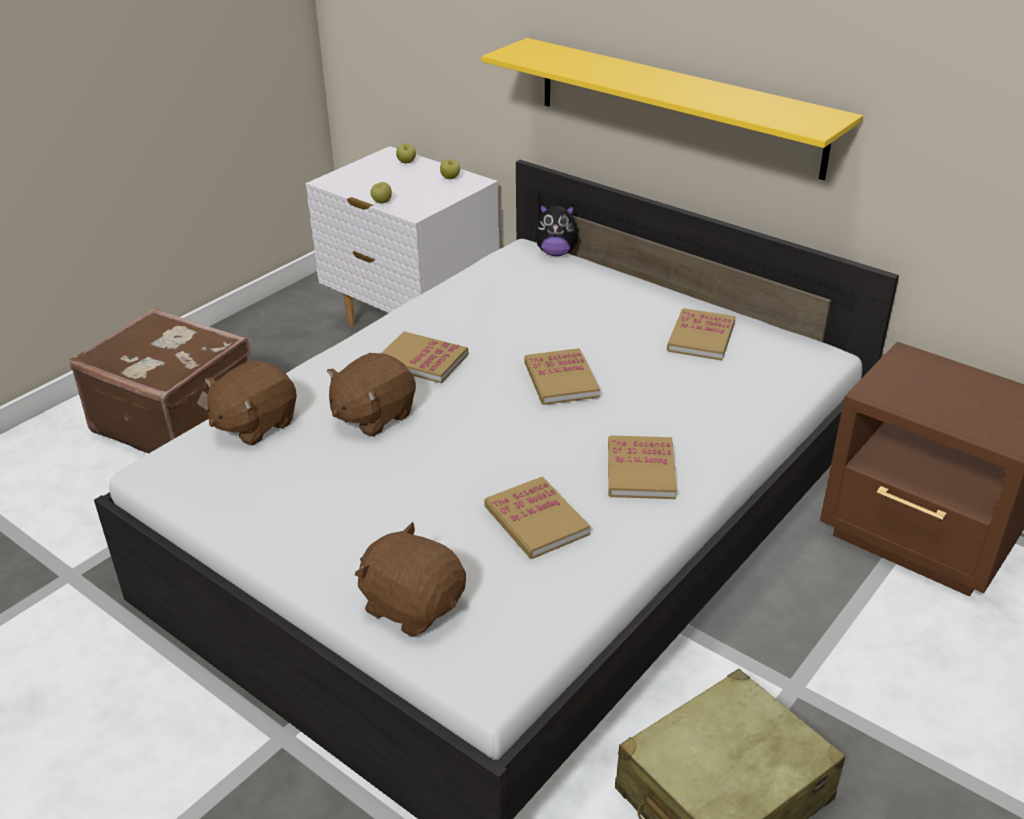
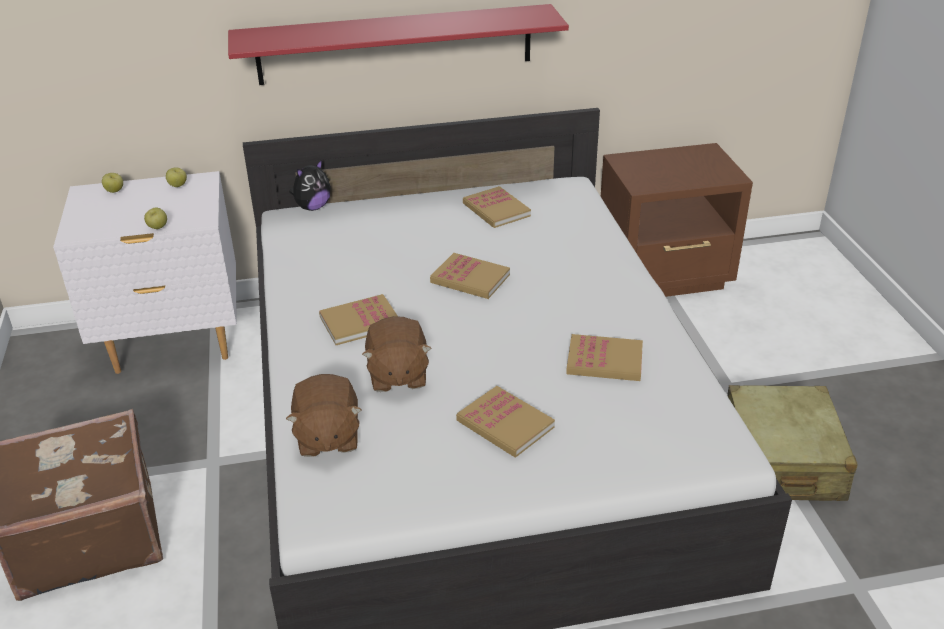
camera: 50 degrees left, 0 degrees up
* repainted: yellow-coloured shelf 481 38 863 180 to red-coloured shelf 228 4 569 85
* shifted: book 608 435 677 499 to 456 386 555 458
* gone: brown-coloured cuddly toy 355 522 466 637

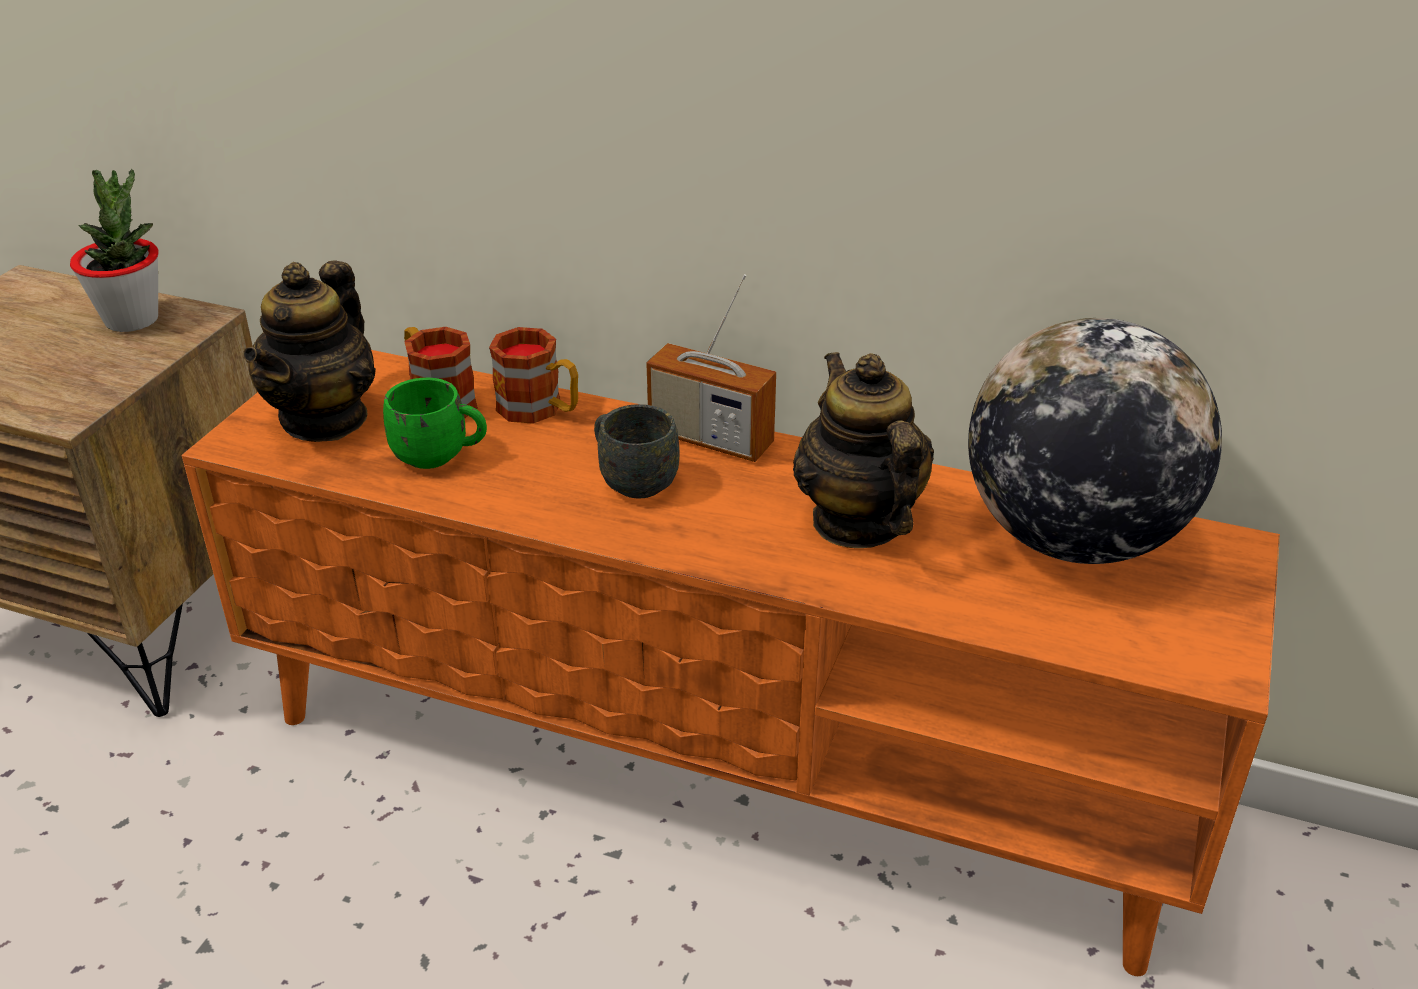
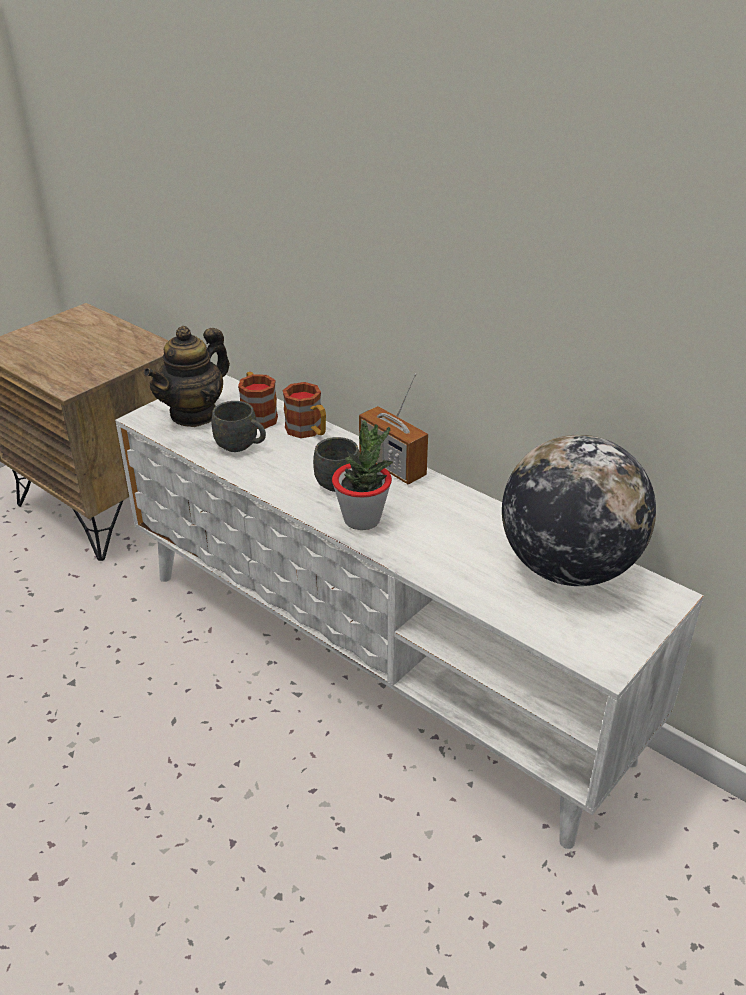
camera: 20 degrees right, 0 degrees up
* shifted: houseplant 70 169 159 332 to 332 420 393 530
* repainted: orange-coloured tv stand 181 350 1280 976 to whitish tv stand 115 375 704 849
* gone: tea pot 793 352 934 548
* repainted: greenish coffee mug 383 378 487 469 to grey coffee mug 212 401 266 452

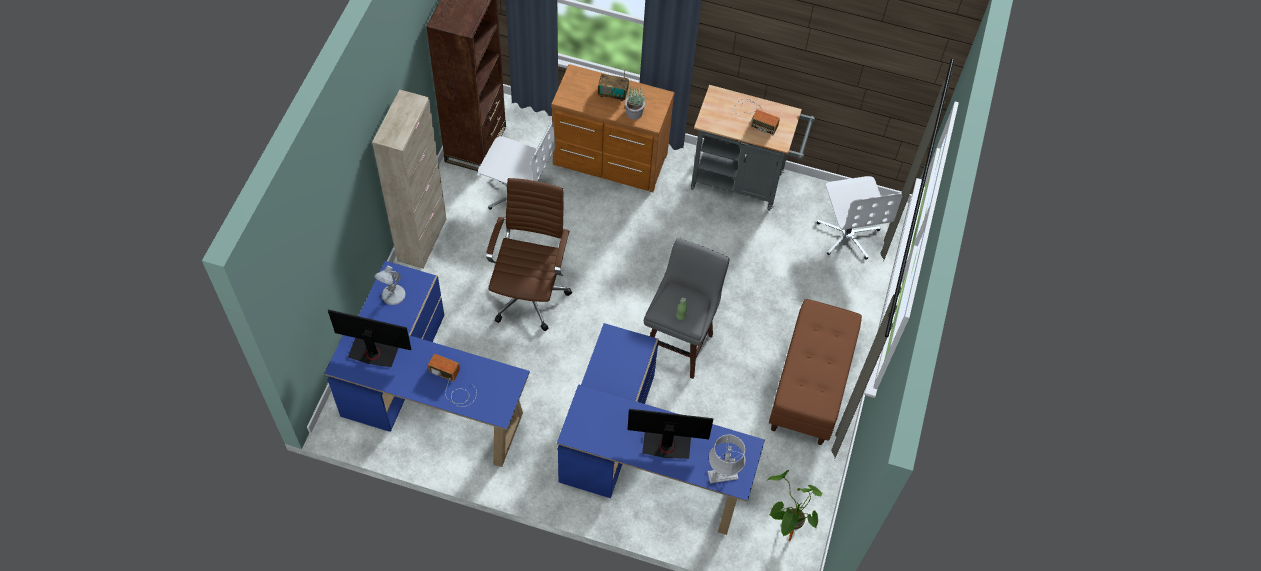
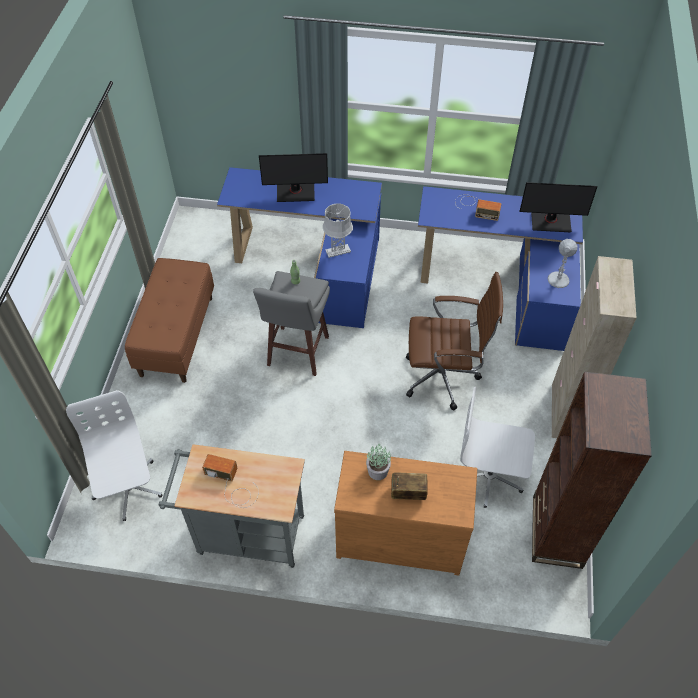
camera: 175 degrees right, 5 degrees down
* rotated: brown-coloured office chair 486 178 572 331 = 406 272 503 411 90 degrees counterclockwise
* shifted: grey tabletop lamp 708 434 746 483 to 323 203 353 258
* gone: houseplant 768 470 822 541

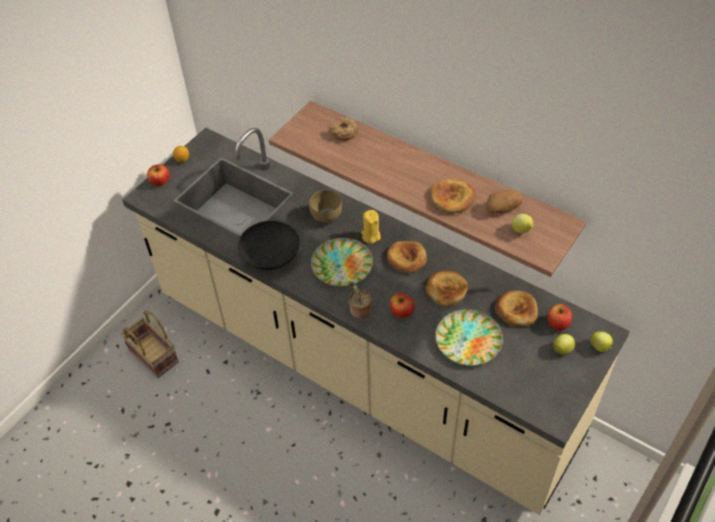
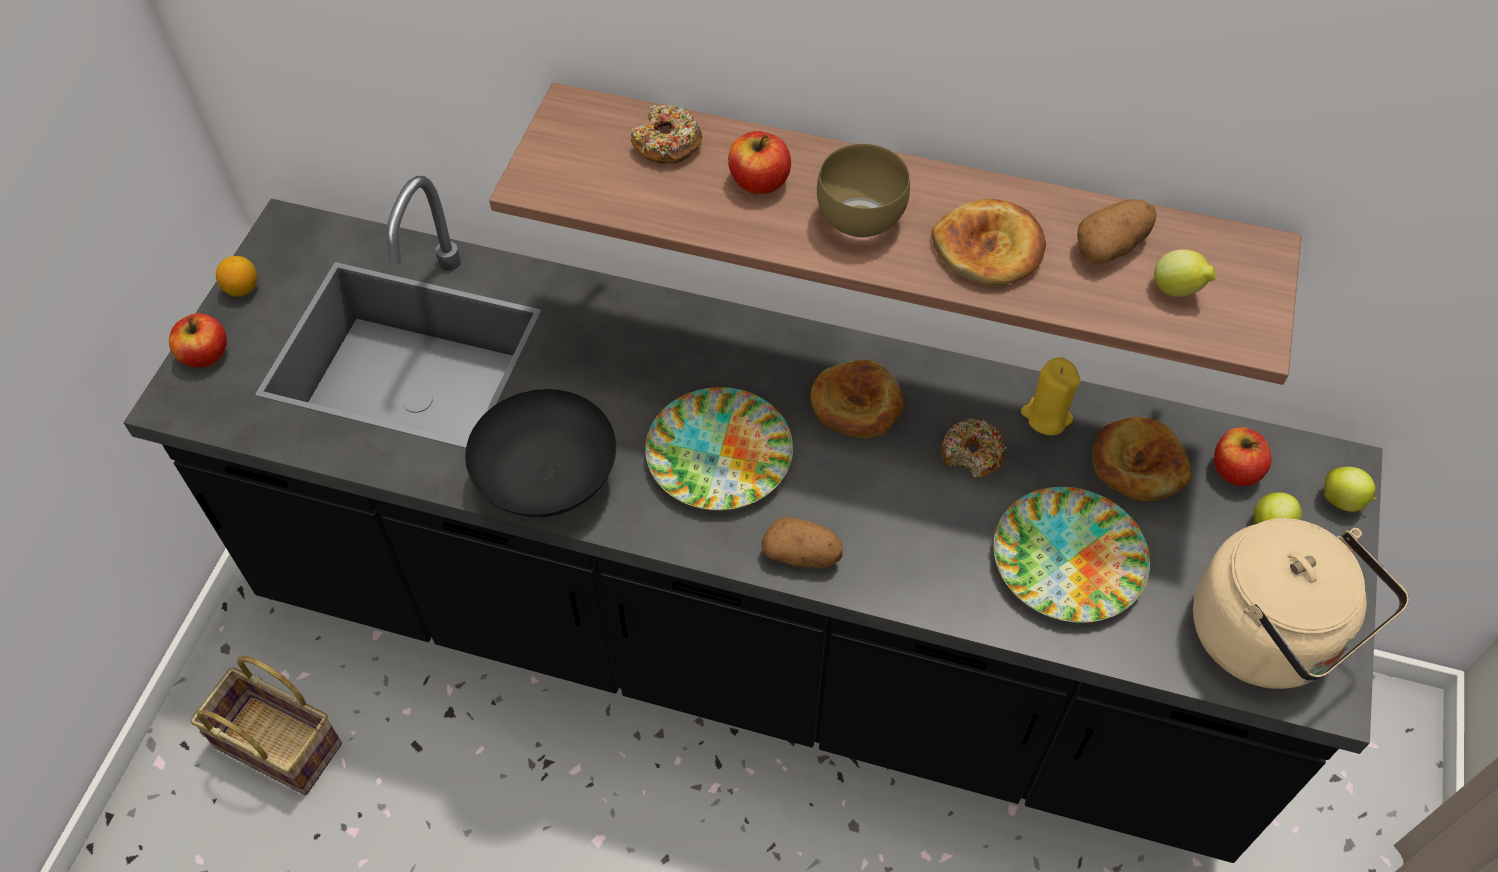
camera: 20 degrees left, 5 degrees up
* repainted: sand-coloured counter 122 128 630 515 to black counter 123 176 1383 863
* shifted: brown-coloured serving bowl 309 190 342 223 to 817 144 910 237
* shifted: yellow-coloured wax candle 361 210 381 244 to 1021 357 1081 435
* swapped: baked bread 426 270 468 307 to doughnut 941 418 1007 478
* swapped: houseplant 349 282 372 318 to spud 762 517 842 568
* shifted: apple 390 293 414 318 to 728 131 791 194
* new: sand-coloured water kettle 1193 518 1409 689

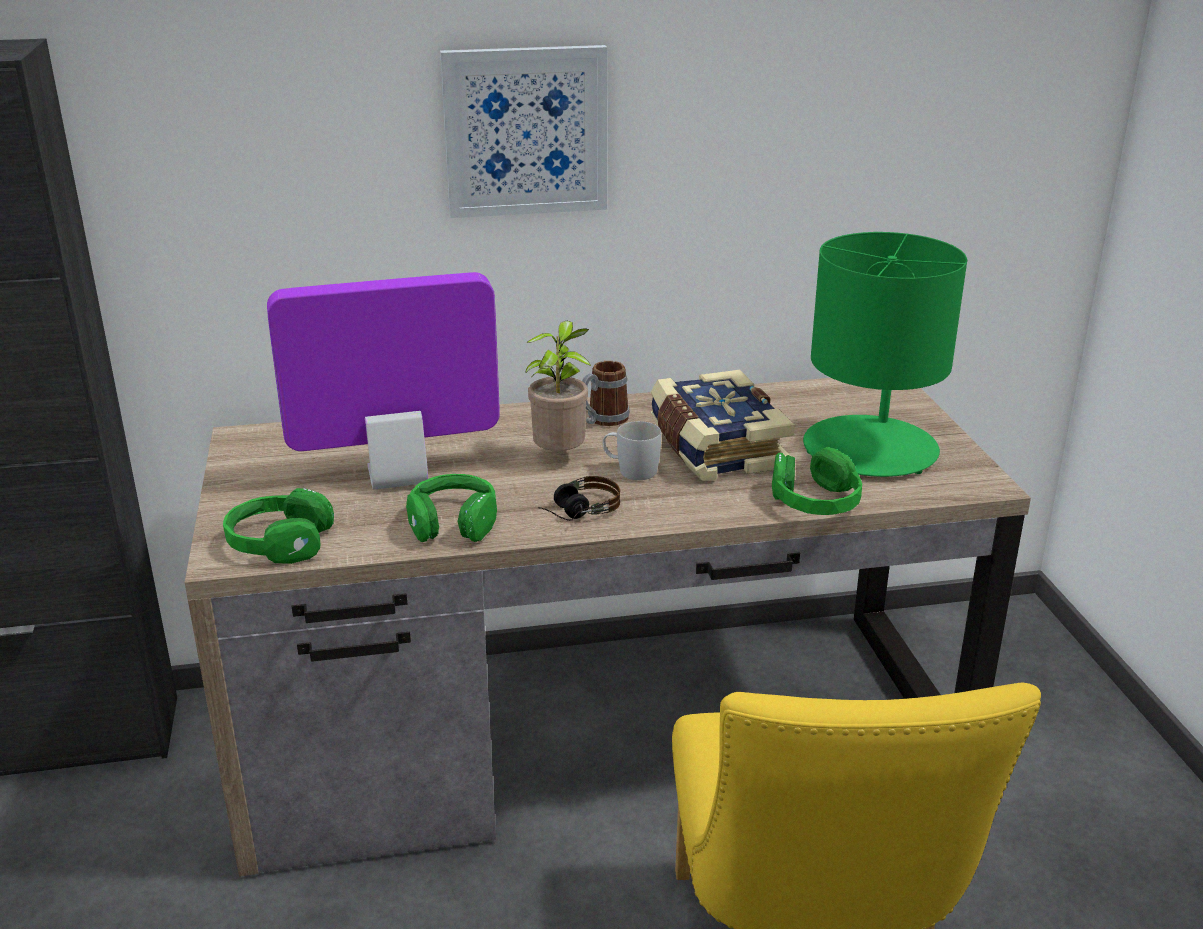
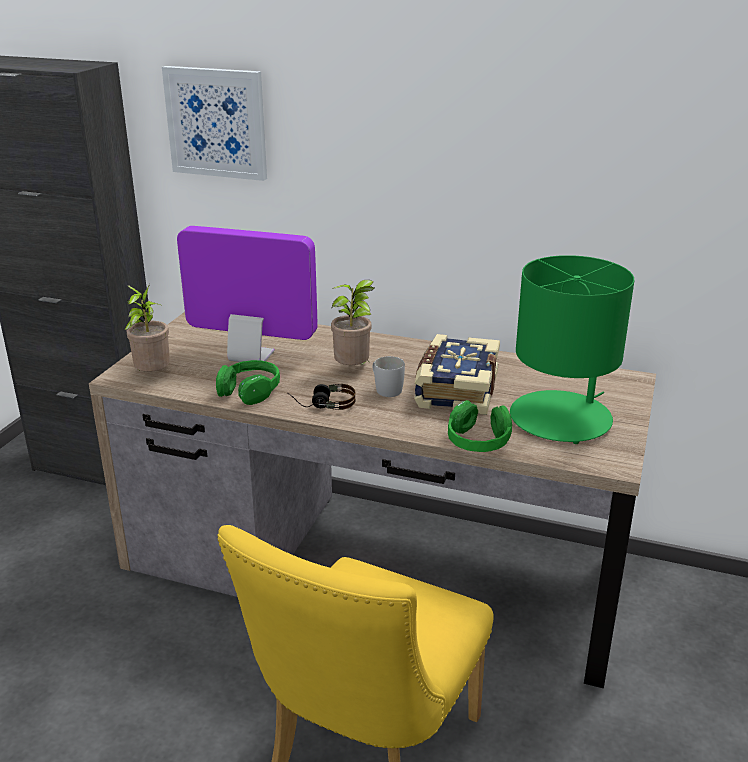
camera: 30 degrees right, 0 degrees up
* shifted: wall art 440 45 607 218 to 162 66 267 181
* gone: coffee mug 582 361 630 426
* swapped: greenish headphones 223 488 334 564 to houseplant 124 284 170 372

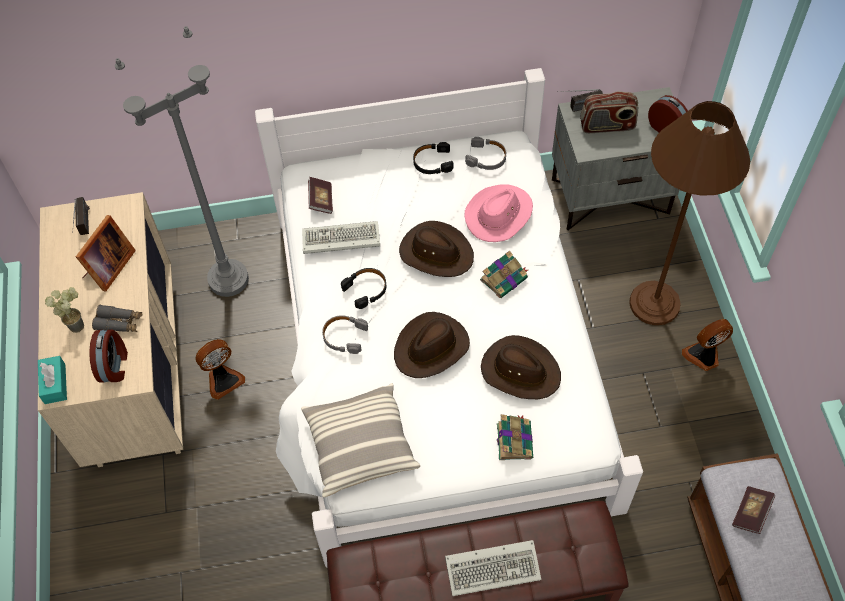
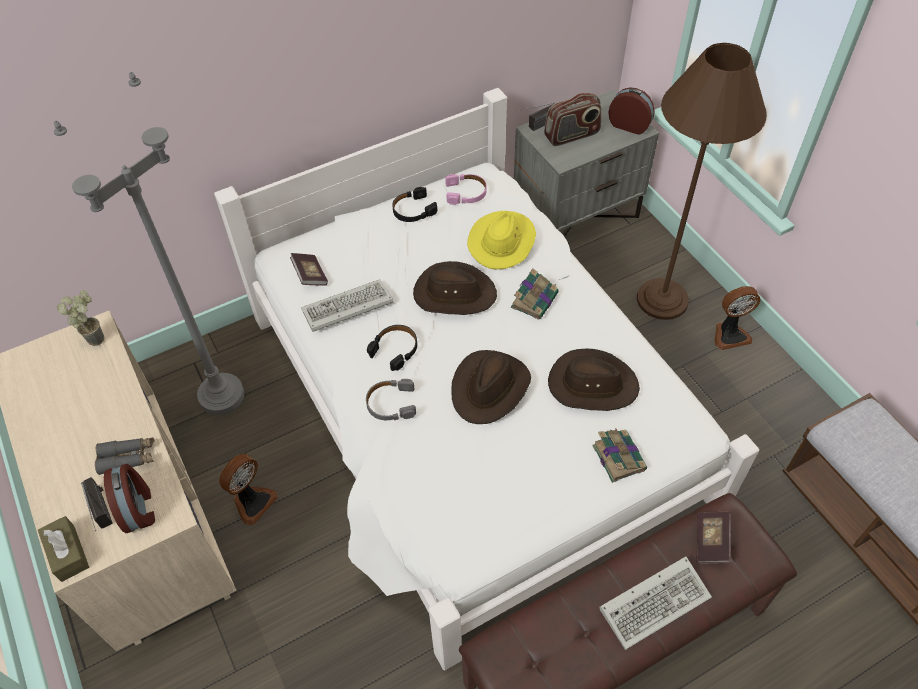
camera: 20 degrees left, 5 degrees down
* repainted: grey headphones 465 137 506 170 to pink-coloured headphones 445 174 487 205
* repainted: pink-coloured clothing hat 464 184 533 242 to yellow-coloured clothing hat 467 211 536 269
* shifted: radio receiver 72 197 90 235 to 81 477 113 531
* gone: photo frame 76 215 136 292
* shifted: houseplant 45 287 84 333 to 57 290 104 346
* rotated: electric fan 682 319 733 371 = 714 286 761 350 150 degrees counterclockwise
* repainted: turquoise tissue holder 38 356 67 404 to brown-coloured tissue holder 38 516 89 582
* gone: cushion 301 383 420 497
* shifted: book 732 486 775 534 to 696 511 731 564

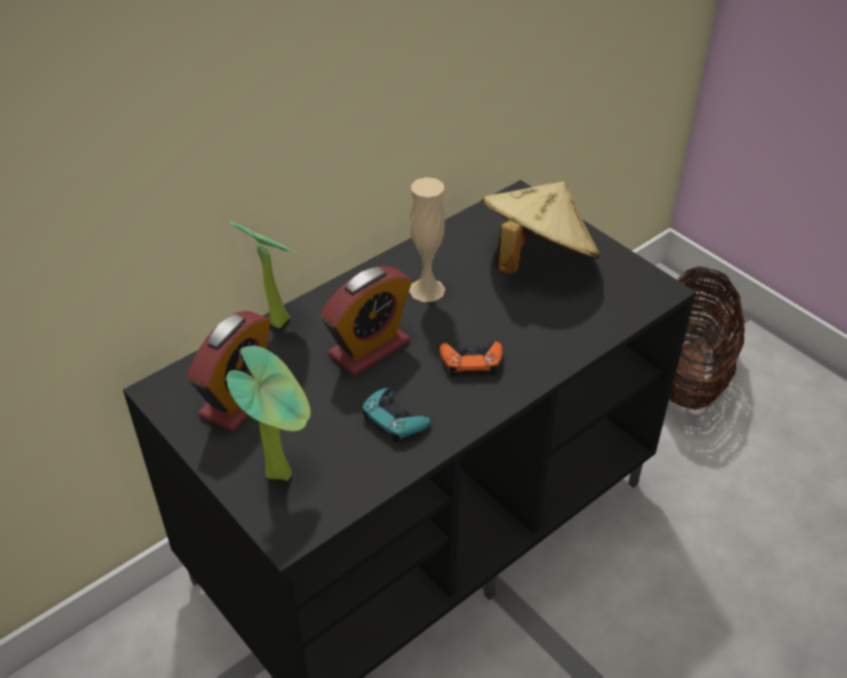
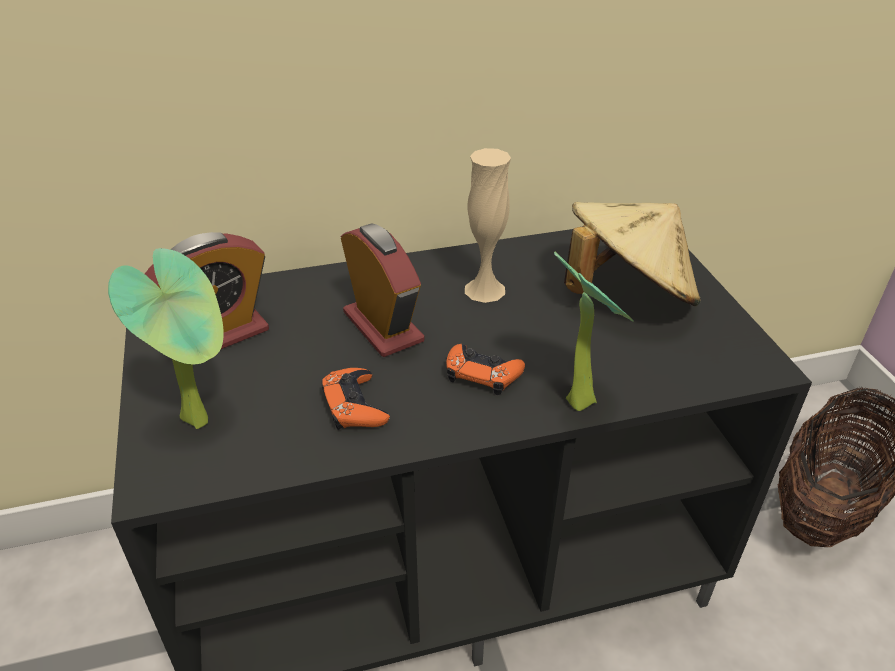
camera: 25 degrees right, 5 degrees down
* shifted: houseplant 229 221 299 328 to 554 252 634 411
* rotated: bedside clock 320 266 411 376 = 341 223 425 357 105 degrees counterclockwise
* repainted: turquoise joypad 362 388 430 442 to orange-coloured joypad 321 368 390 430

